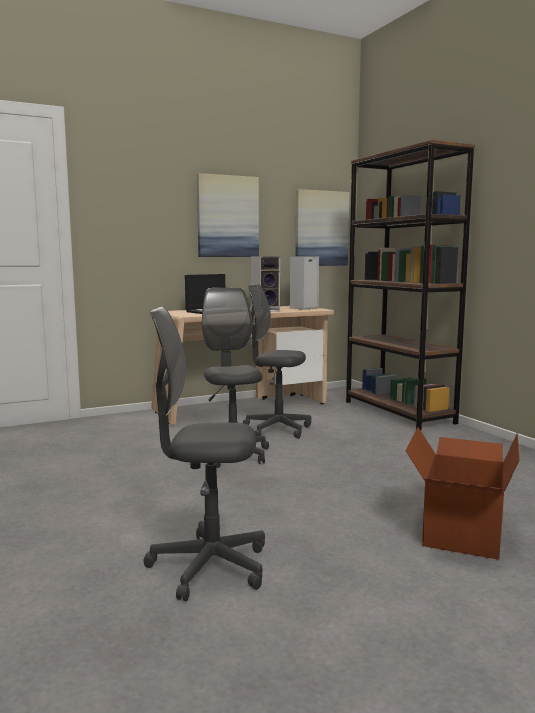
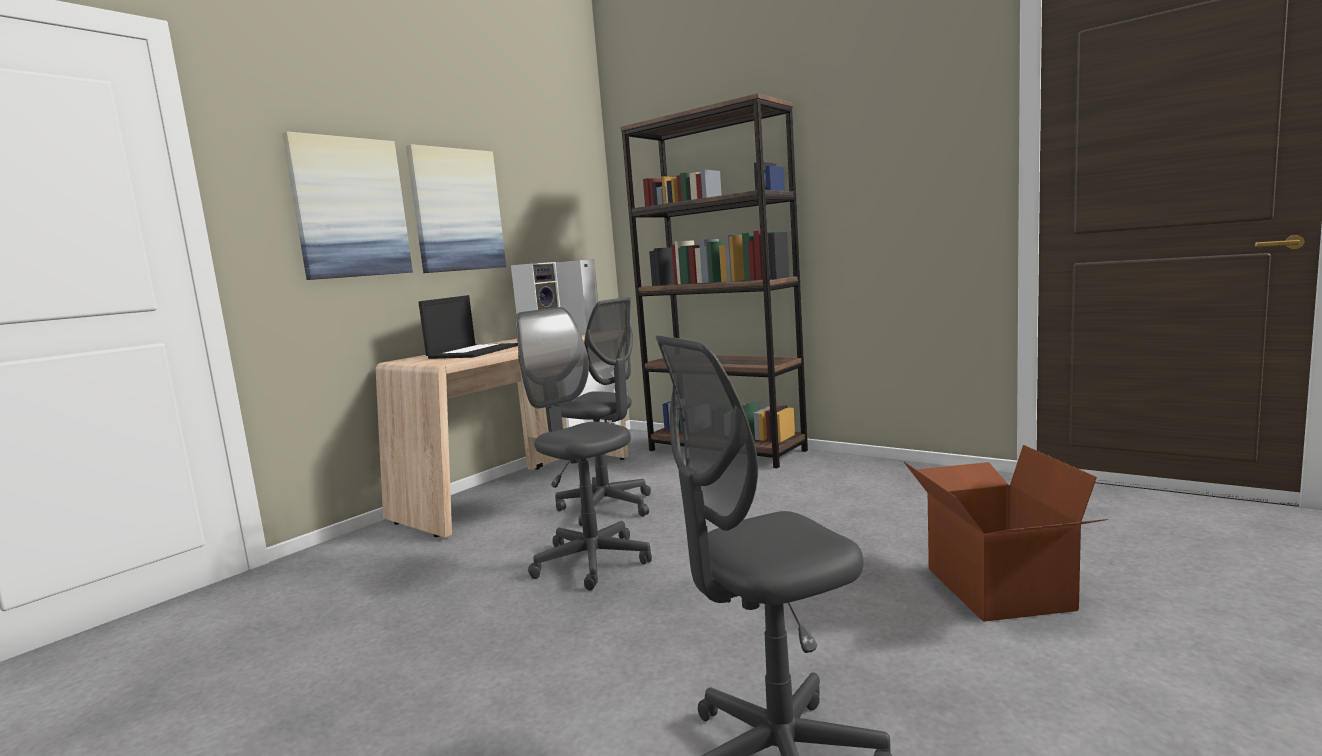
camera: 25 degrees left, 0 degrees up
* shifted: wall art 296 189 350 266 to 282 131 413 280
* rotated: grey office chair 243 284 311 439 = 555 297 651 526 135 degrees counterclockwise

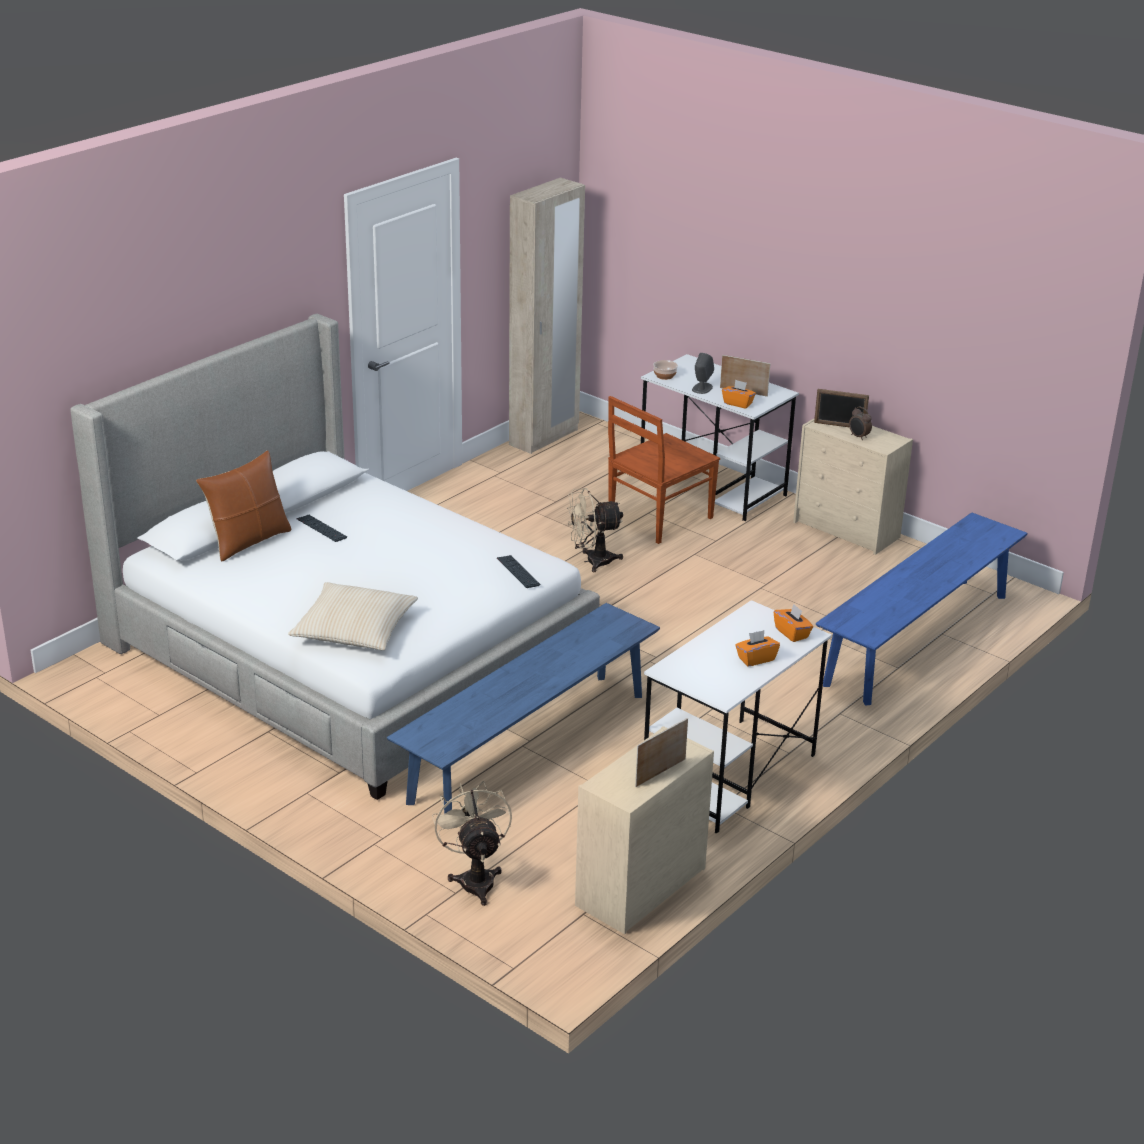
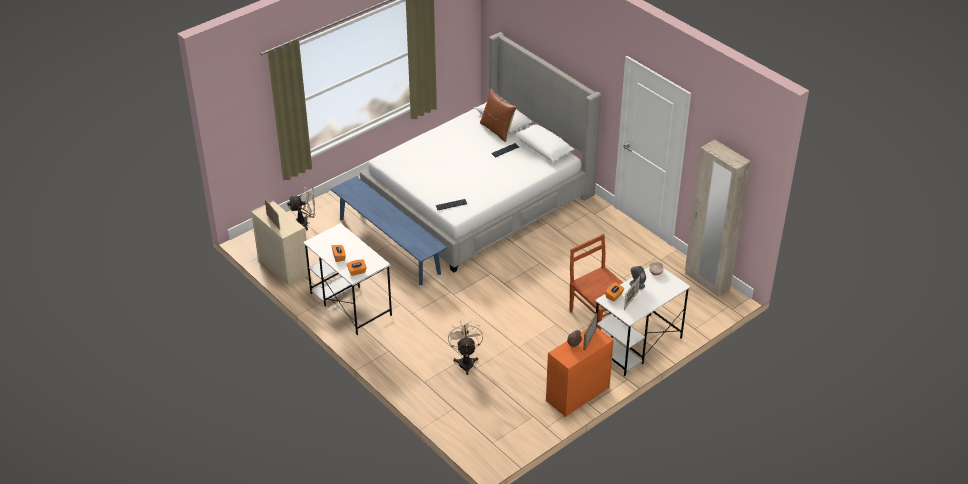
camera: 100 degrees right, 10 degrees up
* repainted: sand-coloured chest of drawers 793 418 913 555 to orange-coloured chest of drawers 546 327 614 417
* shifted: sand-coloured electric fan 567 488 623 572 to 448 321 483 375
* gone: bluish bench 816 512 1027 706
* gone: sand-coloured cushion 288 582 418 650

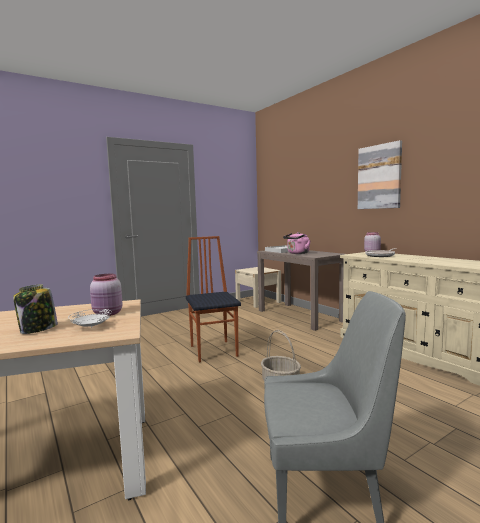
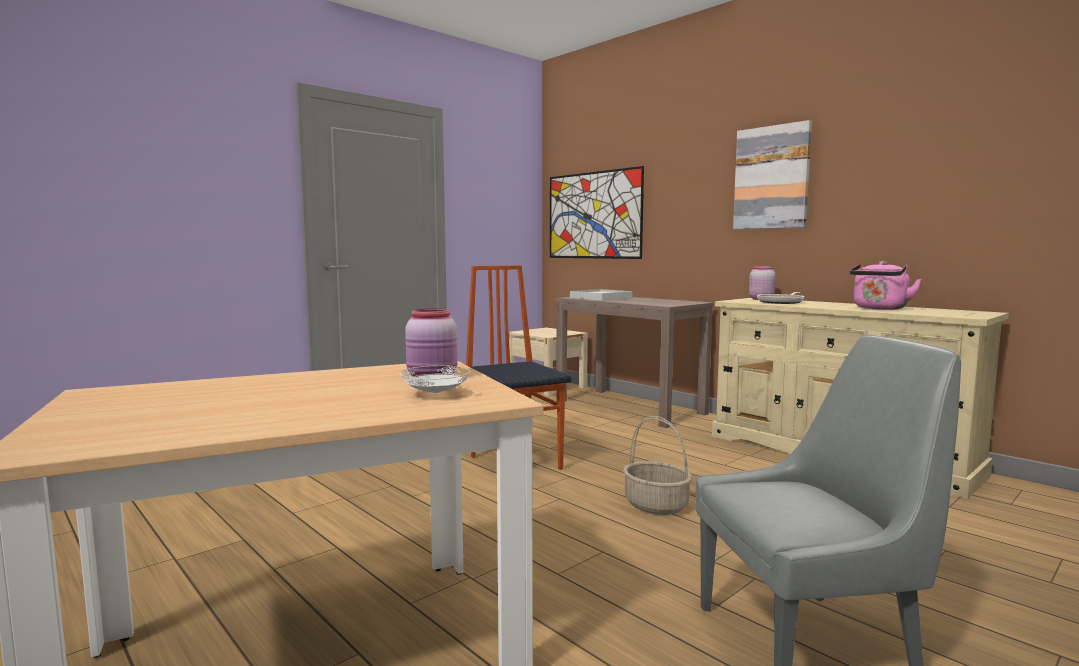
camera: 10 degrees left, 0 degrees up
* shifted: pink-coloured water kettle 283 232 311 254 to 850 261 922 310
* gone: storage jar 13 284 58 334
* new: wall art 550 166 644 259

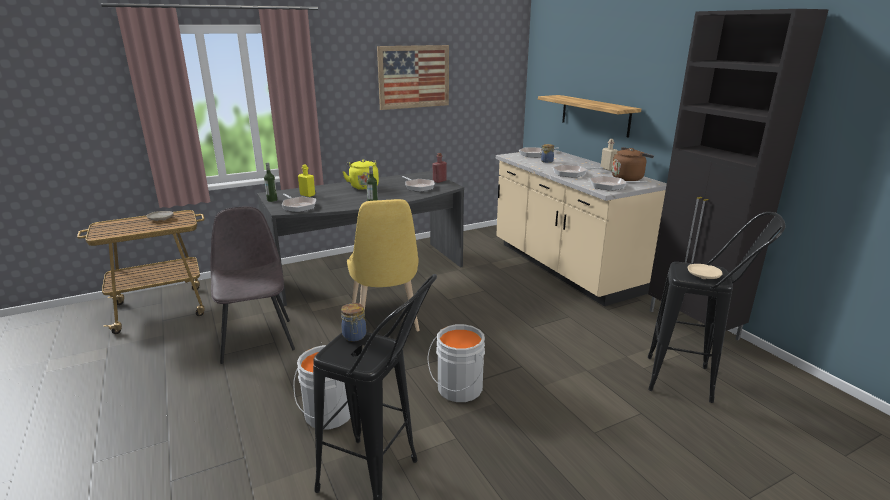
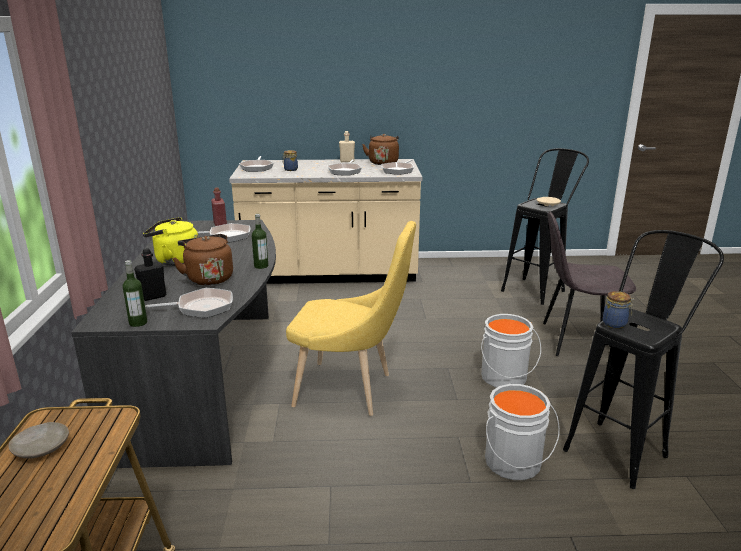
camera: 65 degrees left, 0 degrees up
* gone: black storage cabinet 648 9 829 340
* gone: wall art 377 45 449 110
* gone: shelf 538 95 641 137
* repainted: yellow-coloured drink bottle 298 165 315 197 to black drink bottle 134 248 166 301
* shifted: grey plain chair 211 206 295 364 to 543 211 636 356
* new: brown-coloured water kettle 173 234 233 285

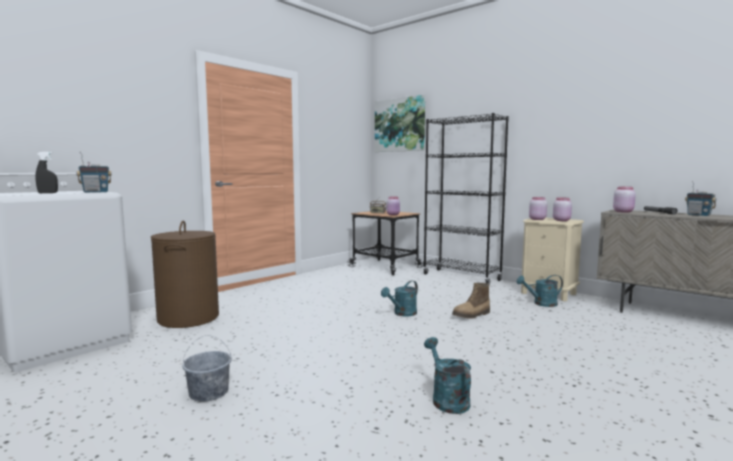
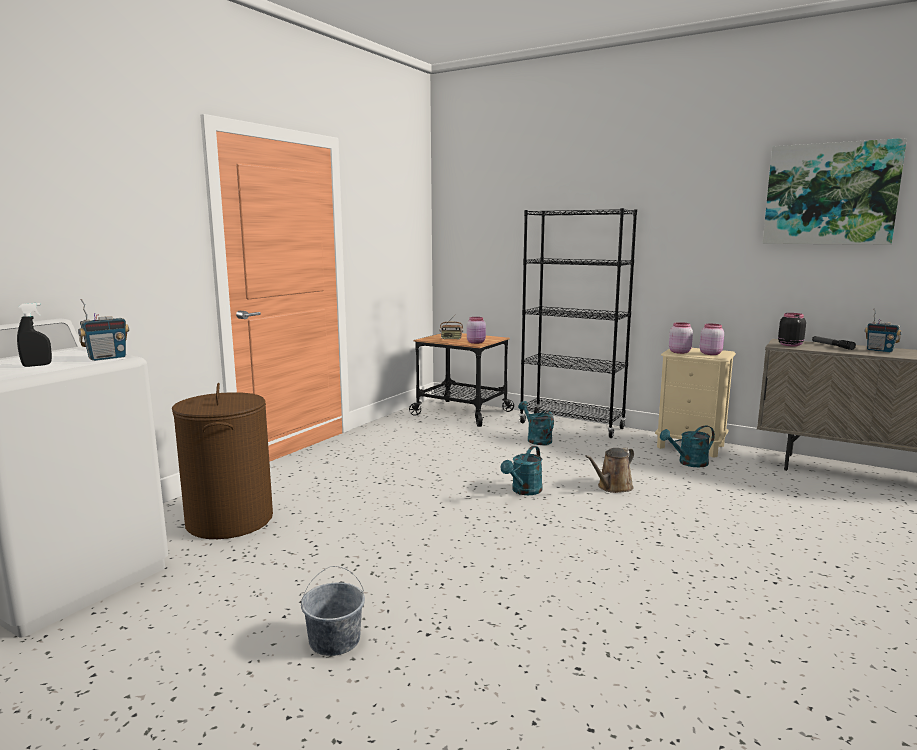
camera: 10 degrees left, 5 degrees up
* shifted: wall art 375 95 425 152 to 762 138 907 245
* repainted: pink-coloured storage jar 613 187 636 213 to black storage jar 778 313 806 347
* swapped: tall boot 452 283 490 319 to brown-coloured watering can 585 447 634 493
* shifted: turquoise watering can 424 337 471 414 to 518 401 554 445

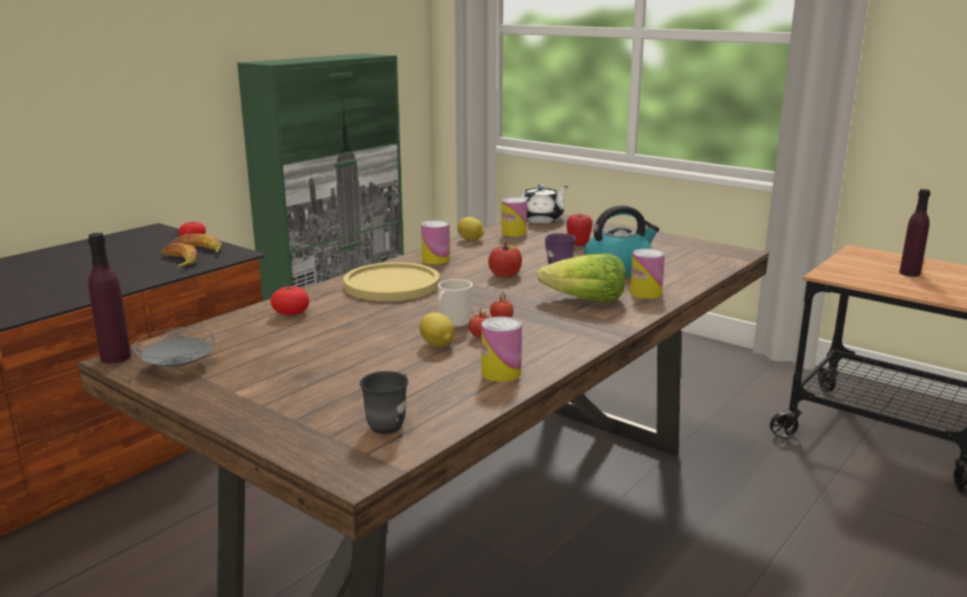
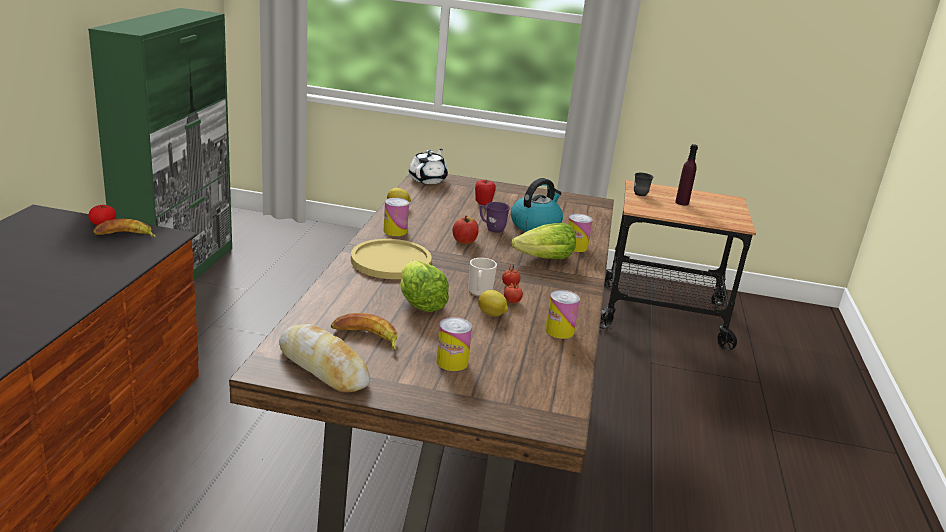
camera: 30 degrees left, 5 degrees up
* shifted: metal can 501 197 527 237 to 436 317 472 371
* gone: purplish drink bottle 88 233 131 363
* shifted: whole banana 161 243 197 268 to 331 313 398 351
* gone: tomato 270 285 309 315
* swapped: grey flat dish 133 327 216 367 to baked bread 279 324 370 392
* shifted: grey coffee mug 360 371 408 434 to 634 173 653 196
* new: lettuce head 400 260 449 312

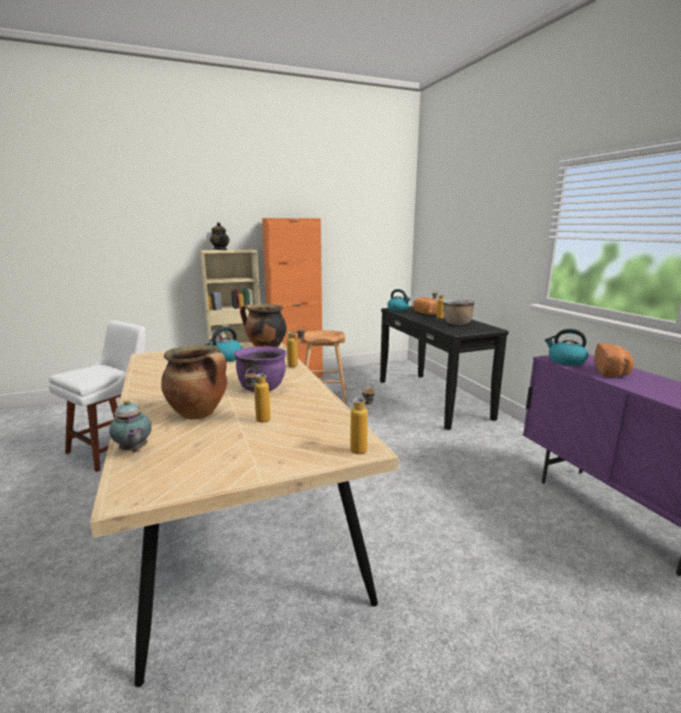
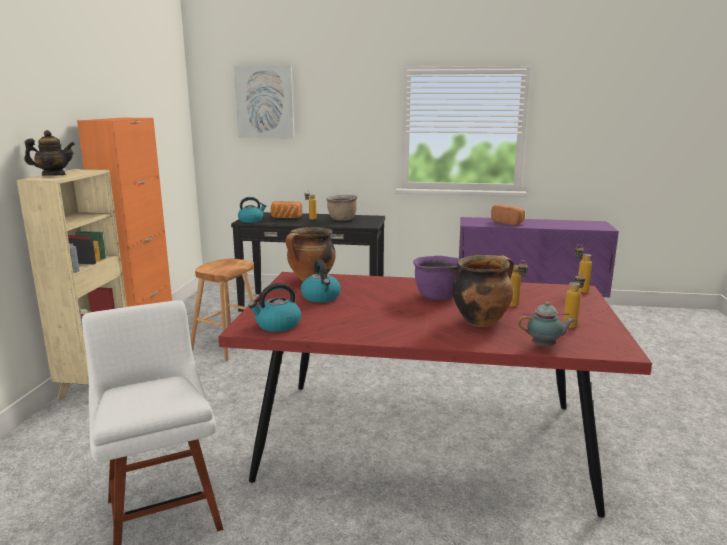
camera: 60 degrees left, 0 degrees up
* shifted: drink bottle 287 325 305 367 to 563 271 585 328
* shifted: water kettle 545 329 588 366 to 248 283 301 332
* repainted: sand-coloured dinner table 90 342 399 687 to red-coloured dinner table 218 272 652 517
* new: wall art 234 66 294 138

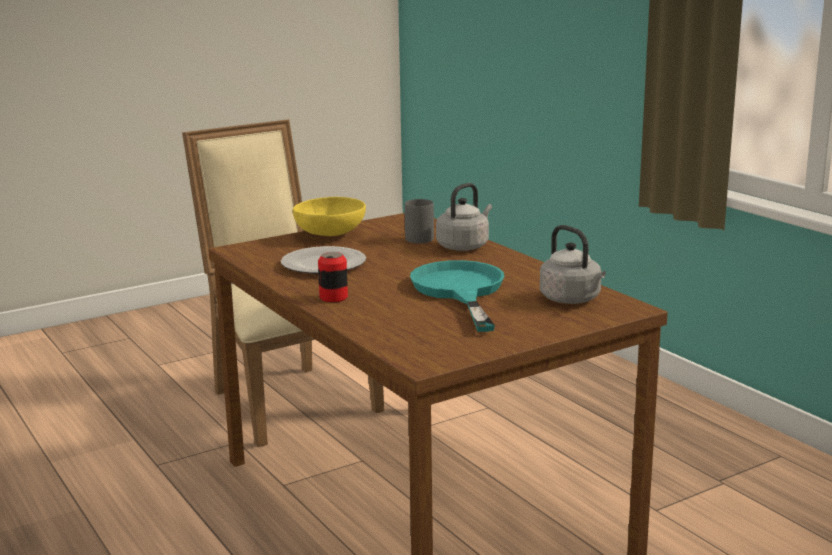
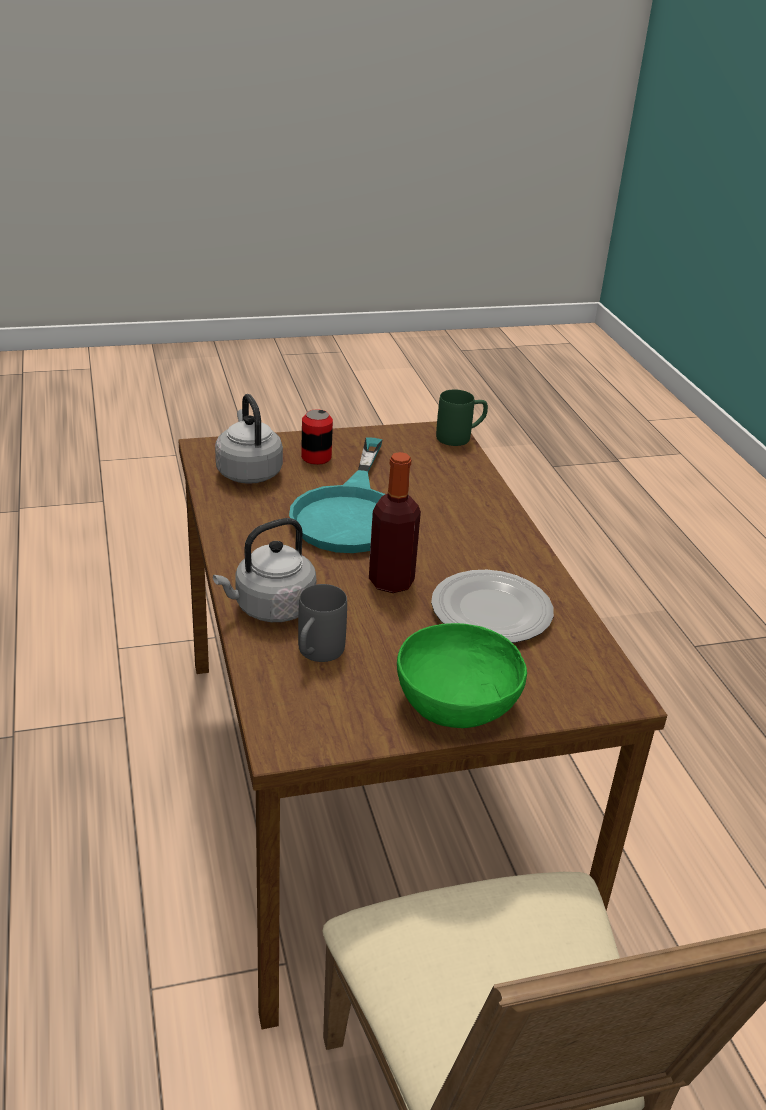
camera: 165 degrees left, 15 degrees up
* repainted: yellow-coloured serving bowl 293 197 366 236 to greenish serving bowl 397 623 527 728
* shifted: metal can 318 252 348 302 to 301 409 333 465
* new: greenish coffee mug 436 390 488 446
* new: drink bottle 369 452 421 593

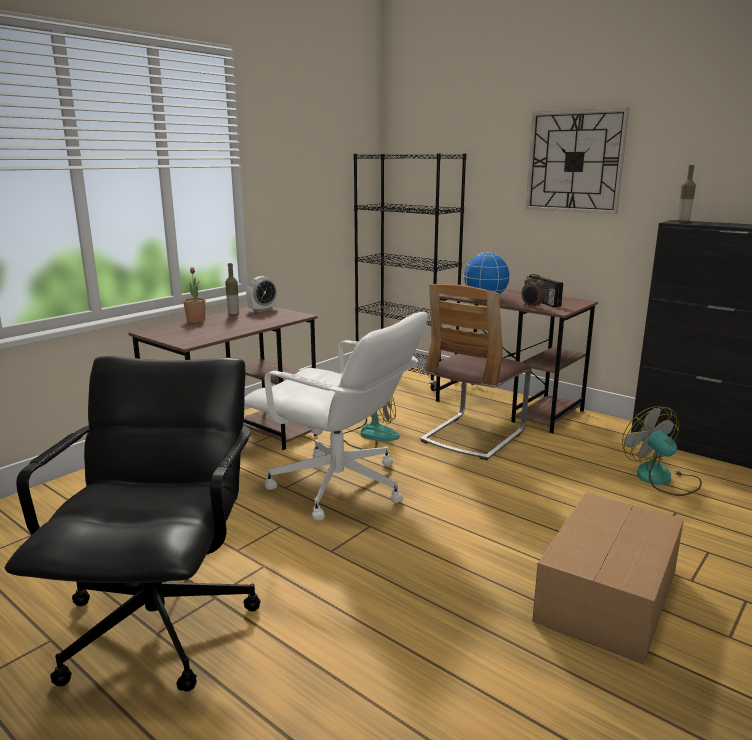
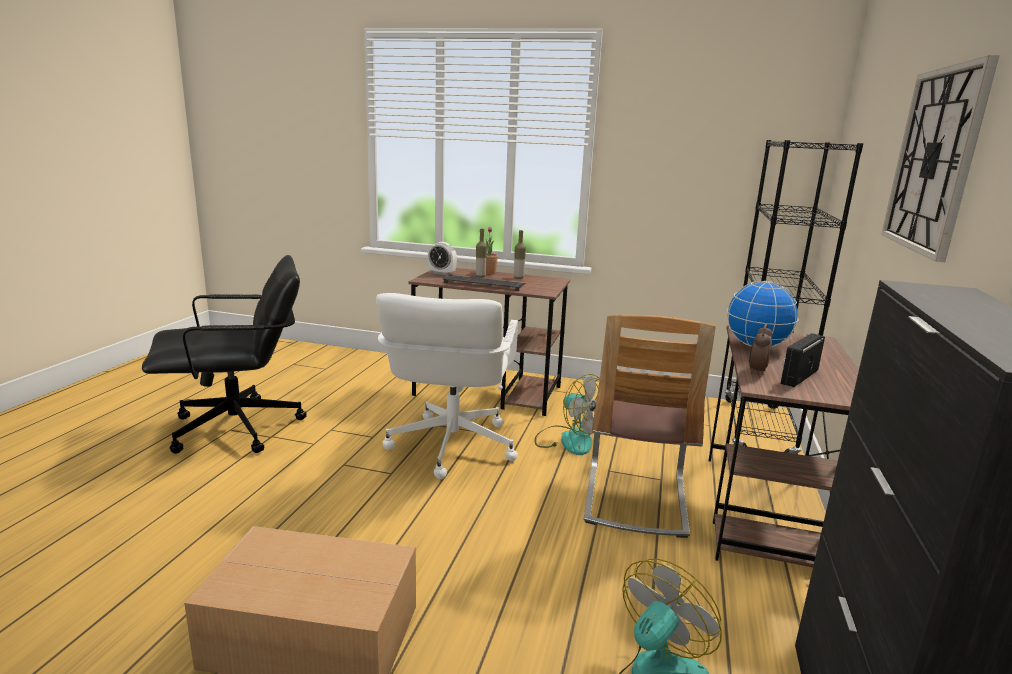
camera: 65 degrees right, 0 degrees up
* shifted: drink bottle 678 165 696 223 to 476 229 487 277
* shifted: bedside clock 246 276 277 312 to 428 242 457 275
* rotated: plain chair 420 284 531 460 = 584 315 716 538 90 degrees counterclockwise
* new: PC keyboard 443 275 525 291

